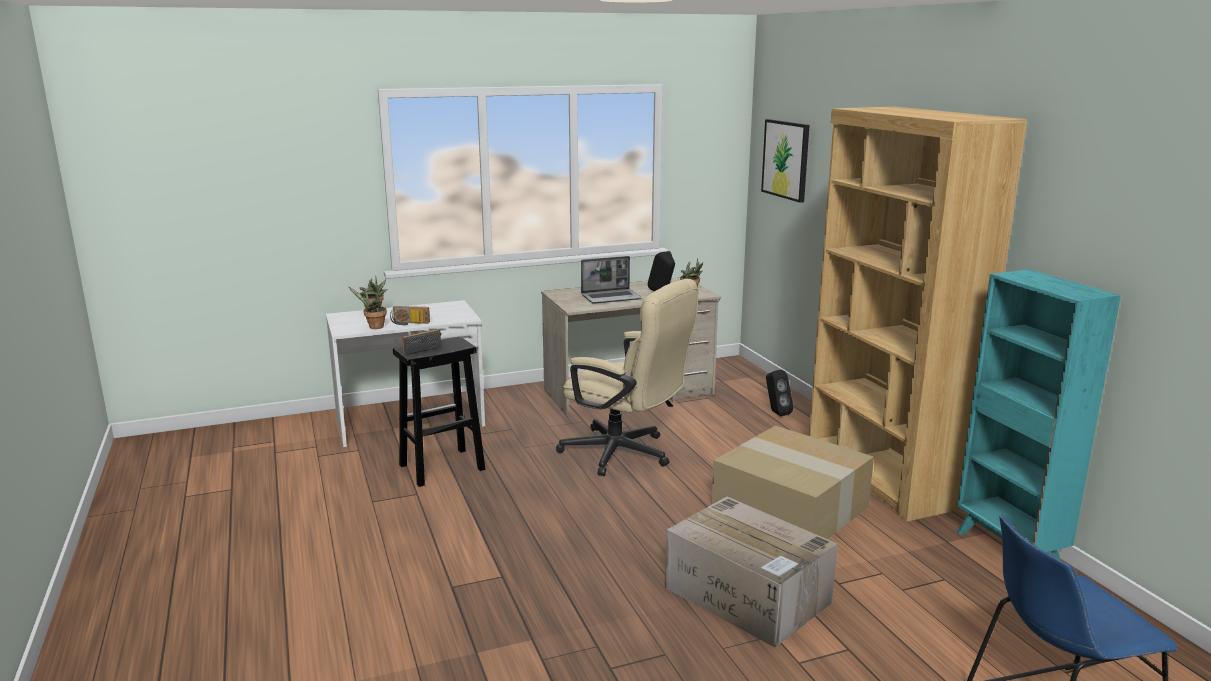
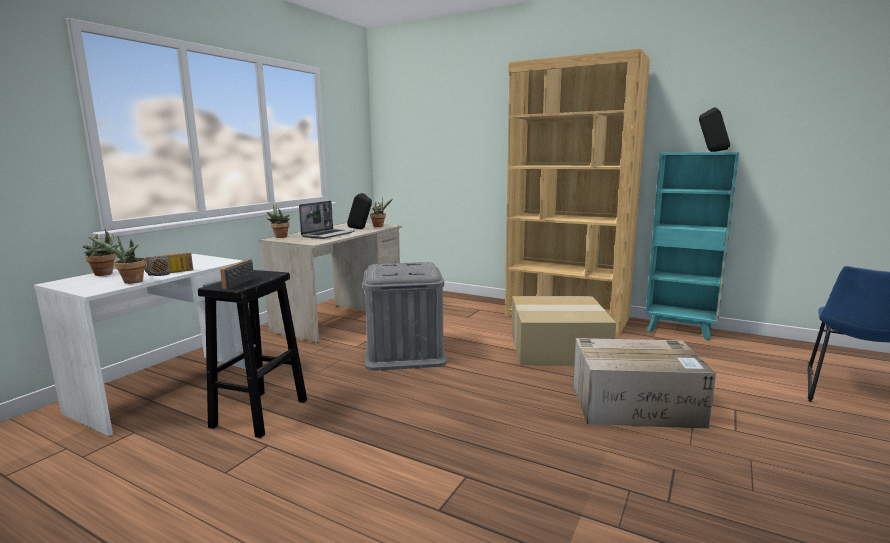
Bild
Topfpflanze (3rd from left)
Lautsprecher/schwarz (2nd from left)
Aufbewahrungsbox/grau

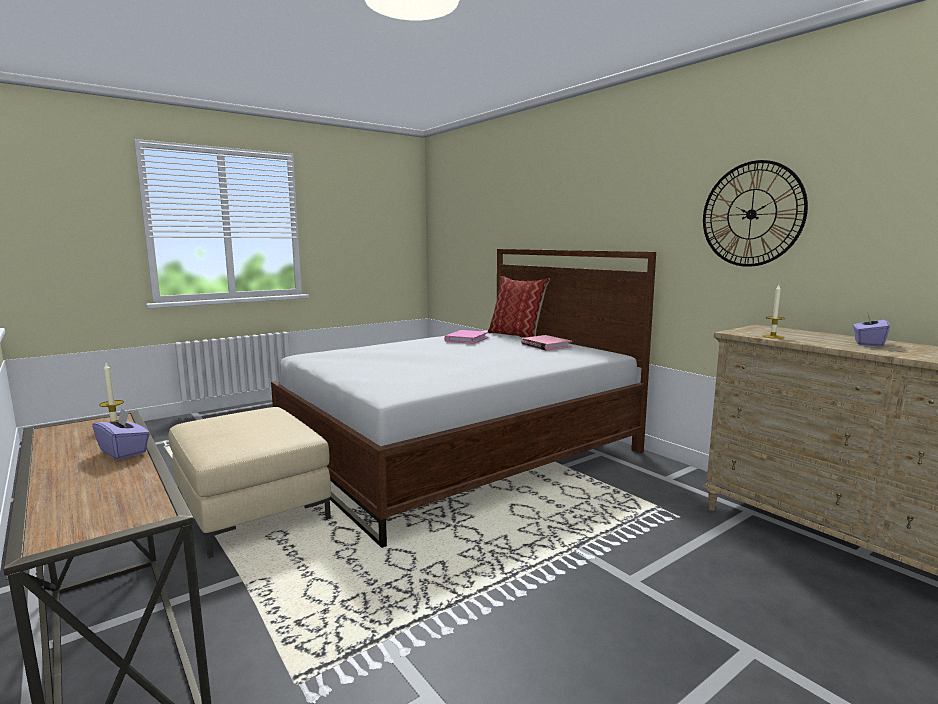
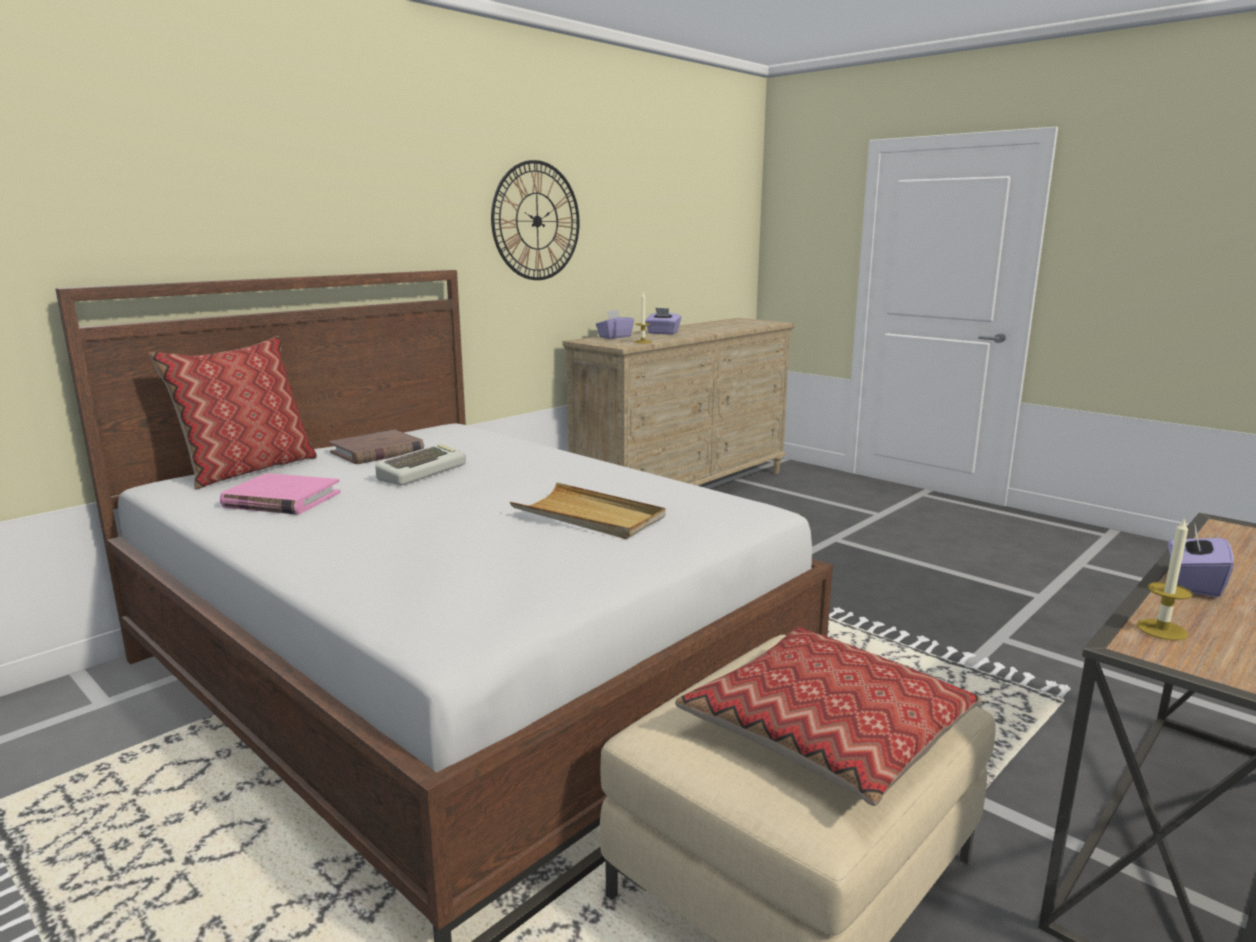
Tastatur
Tablett/beige
Taschentuchbox/lila (1st from left)
Kissen (2nd from left)
Buch/braun

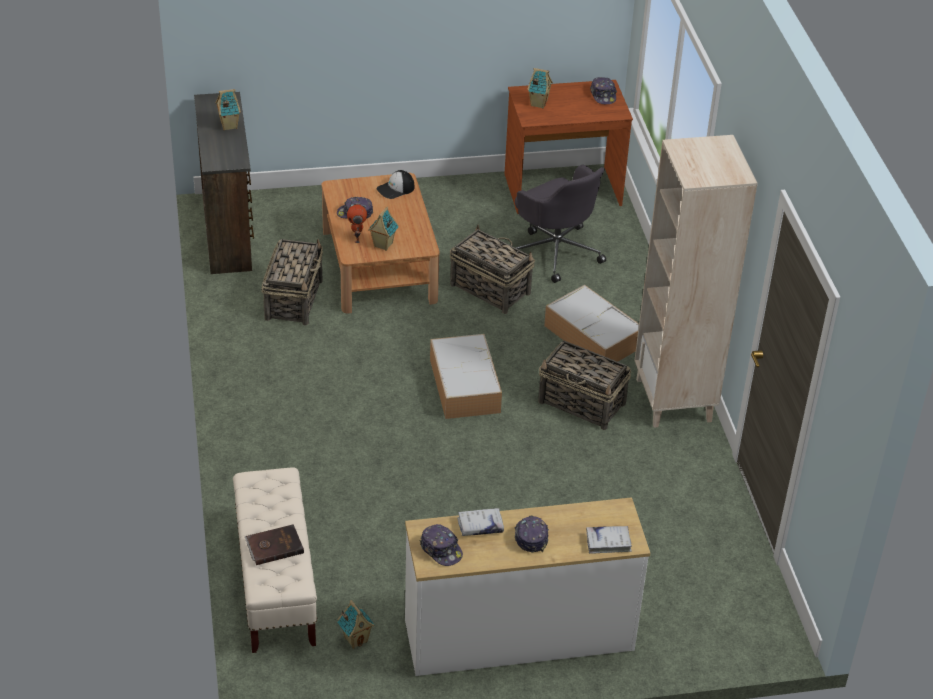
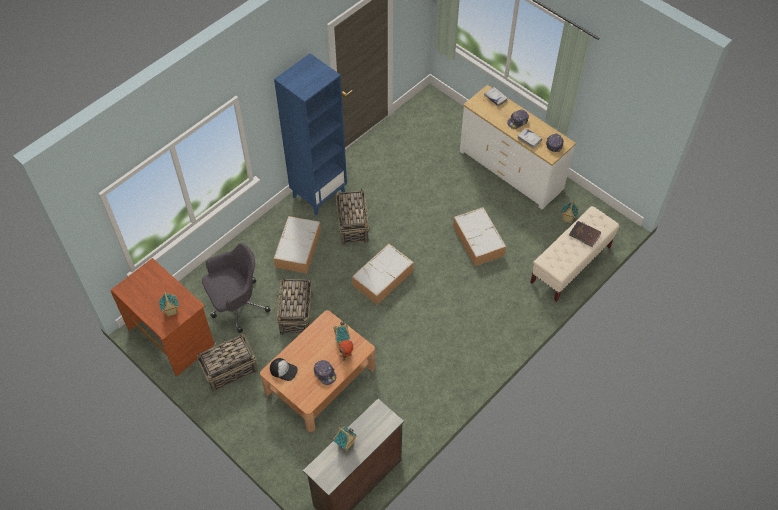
Kappe (5th from left in the first image)
Aufbewahrungsbox (3rd from left)
Korb (1st from left)
Bücherregal/blau
Bürostuhl/grau

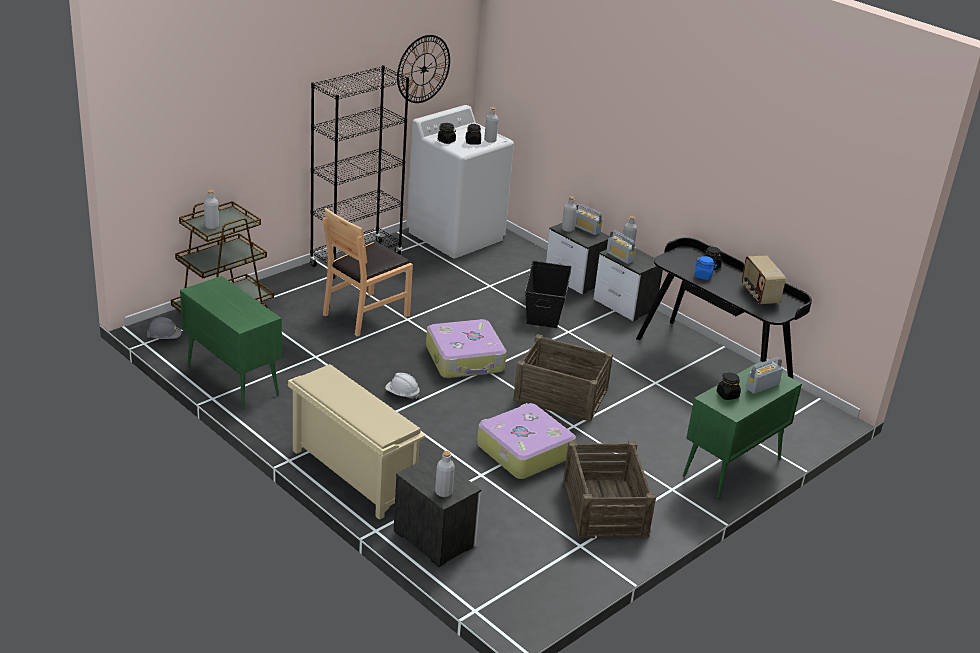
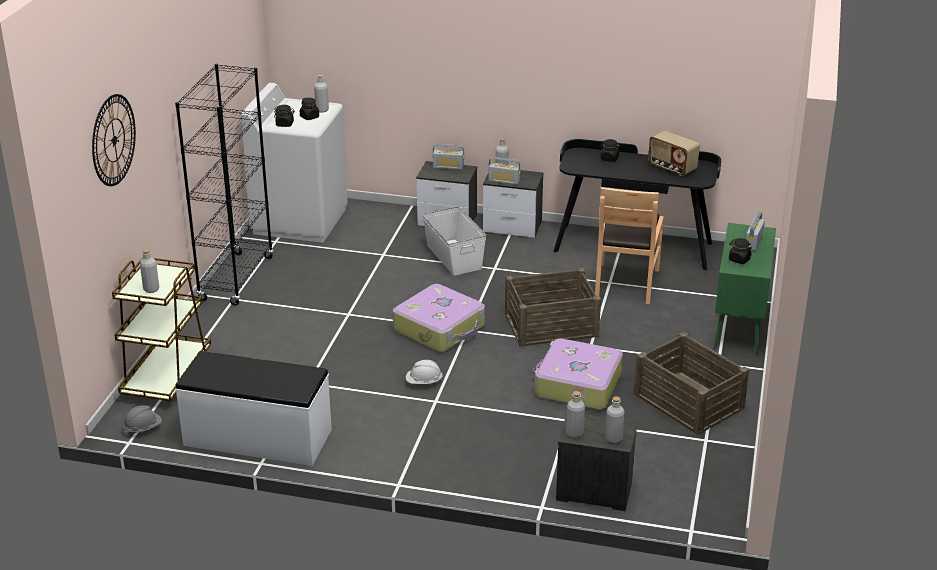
Schuhregal/beige
Vorratsglas/blau
Stuhl/braun
Wanduhr
Flasche/grau (4th from left)
Bank/weiß
Aufbewahrungsbox/weiß

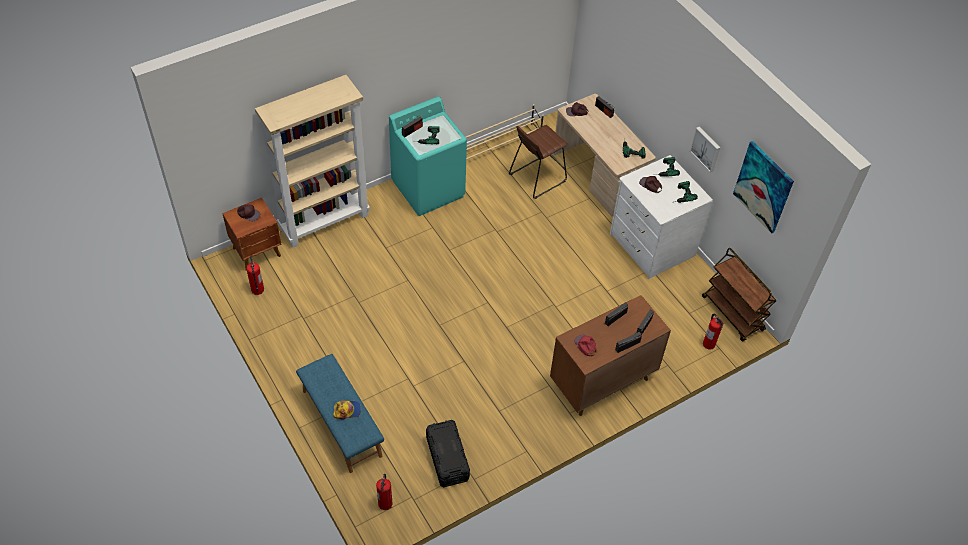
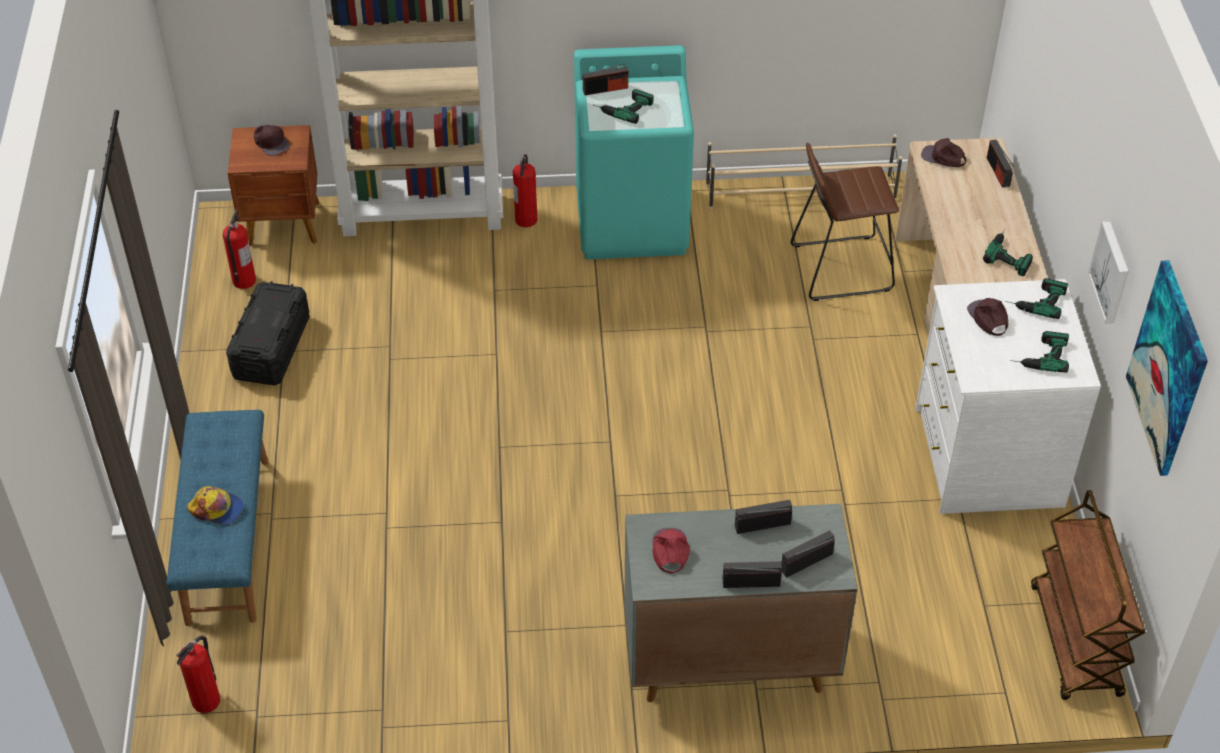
Aufbewahrungsbox/schwarz
Feuerlöscher (3rd from left)
Schrank/grau

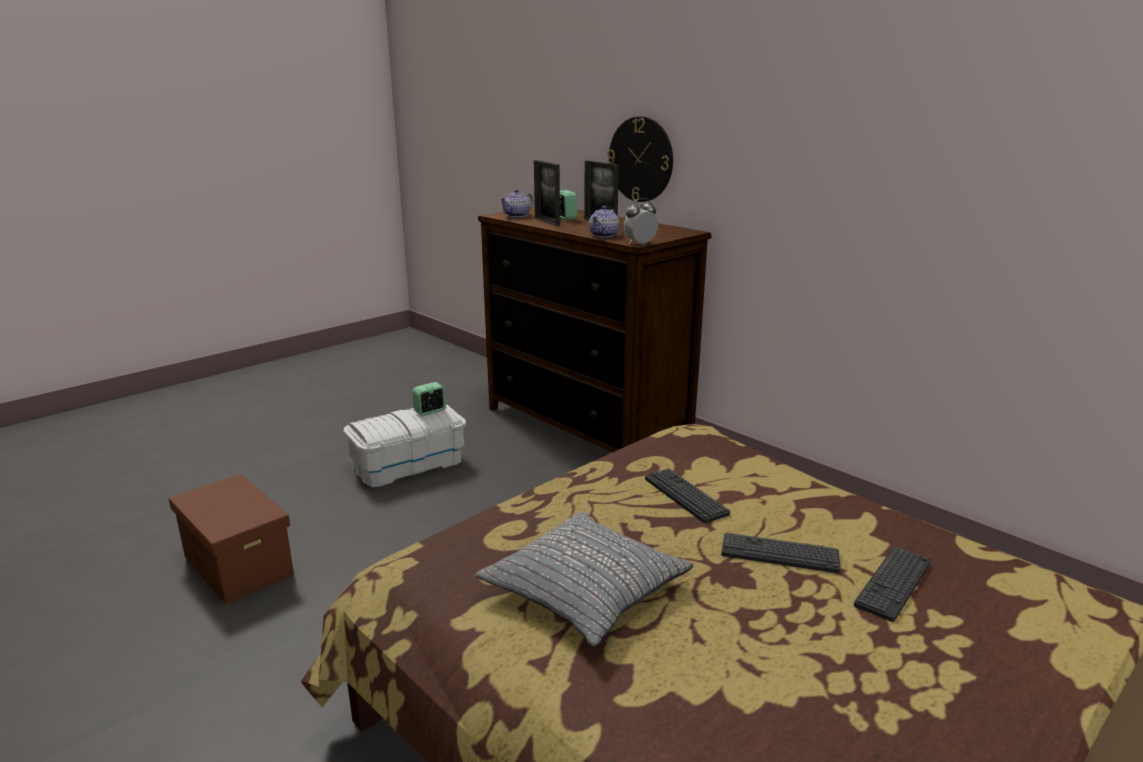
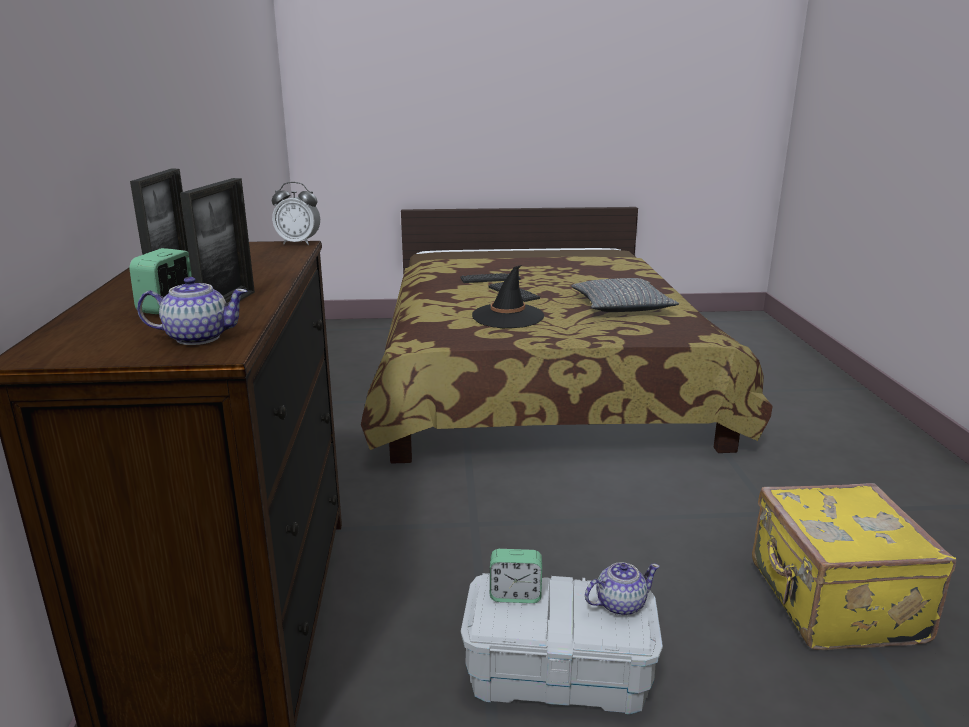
Wanduhr
Teekanne (2nd from left)
Koffer/gelb
Hut/schwarz

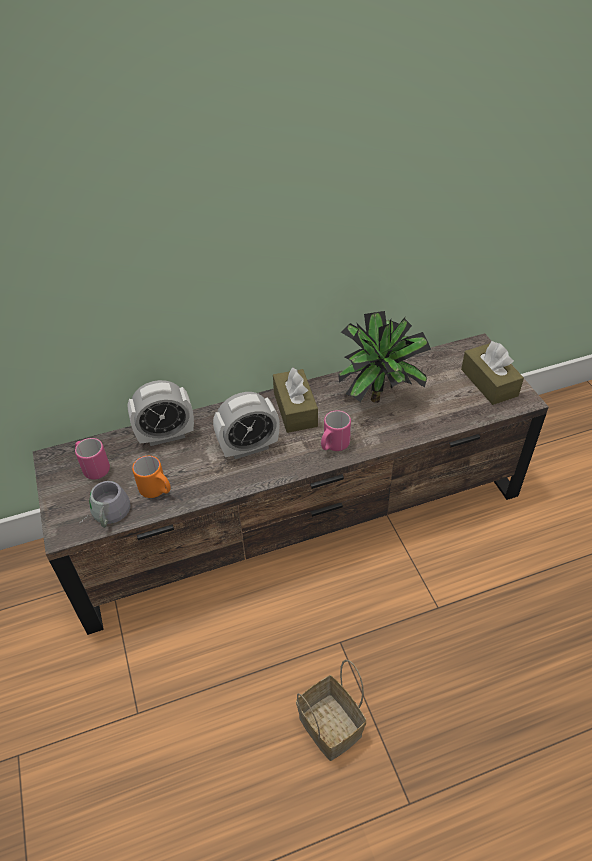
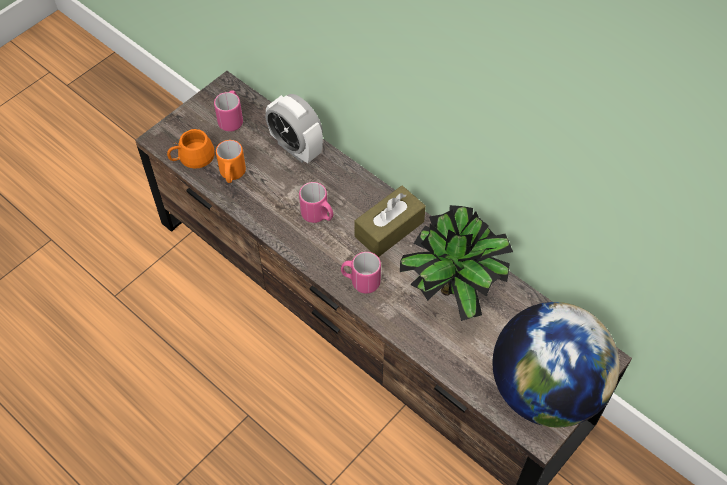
Korb
Henkelbecher/rosa (2nd from left)
Globus
Henkelbecher/orange (1st from left)

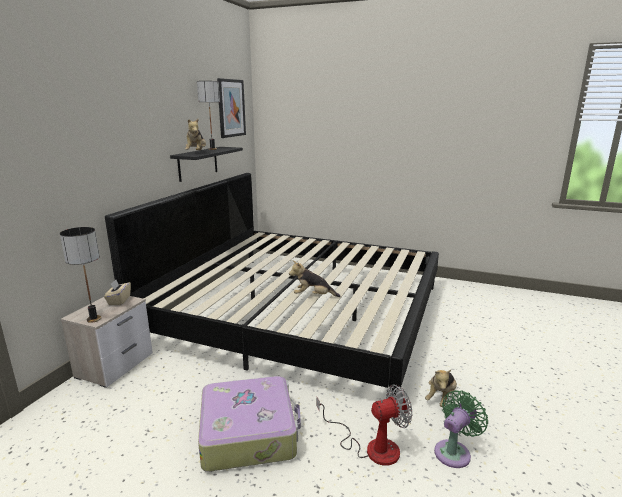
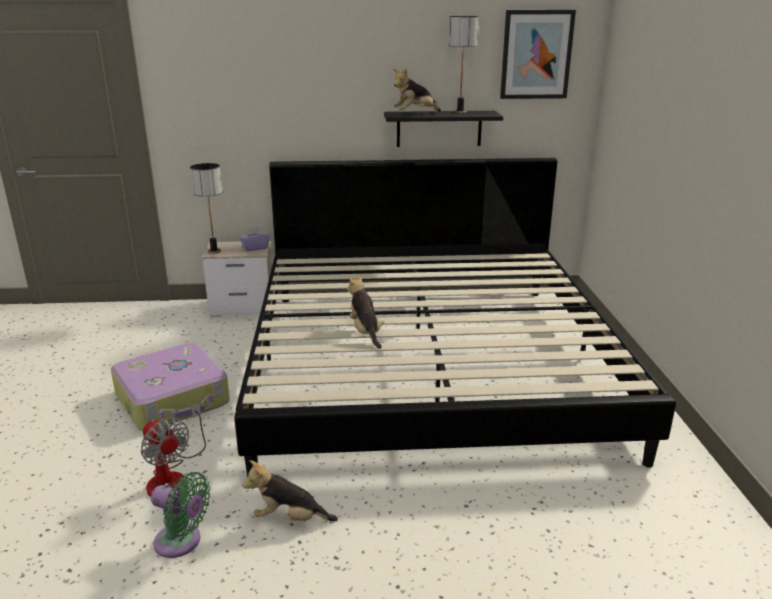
Taschentuchbox/lila

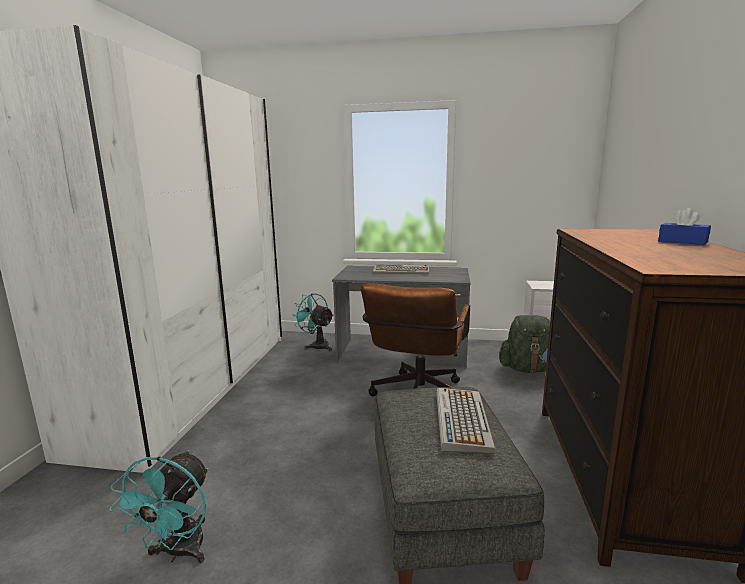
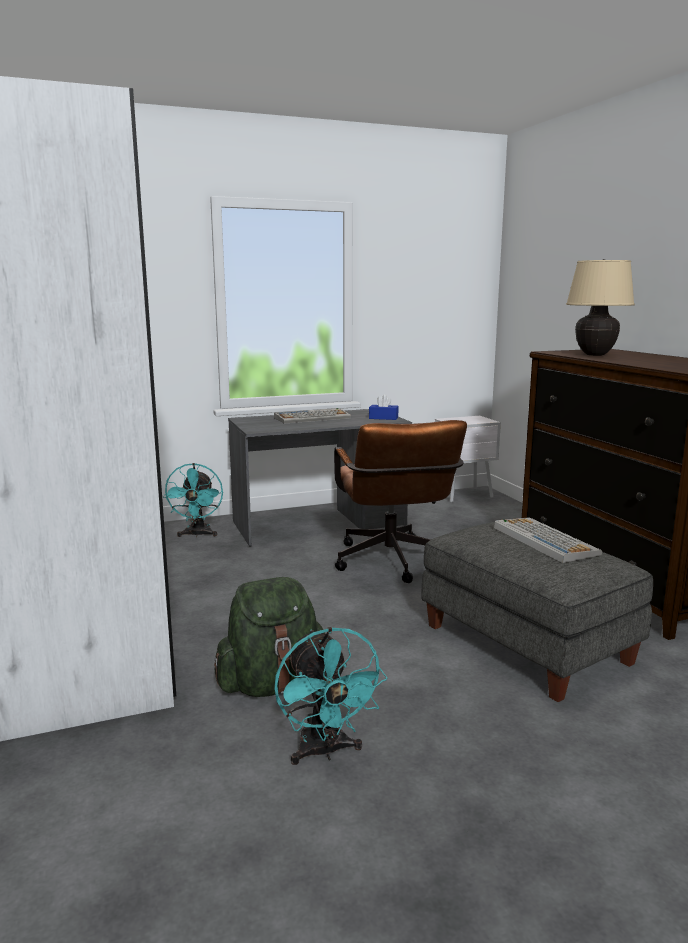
Tischlampe/beige
Rucksack/grün
Taschentuchbox/blau
Ventilator/türkis (1st from left)

